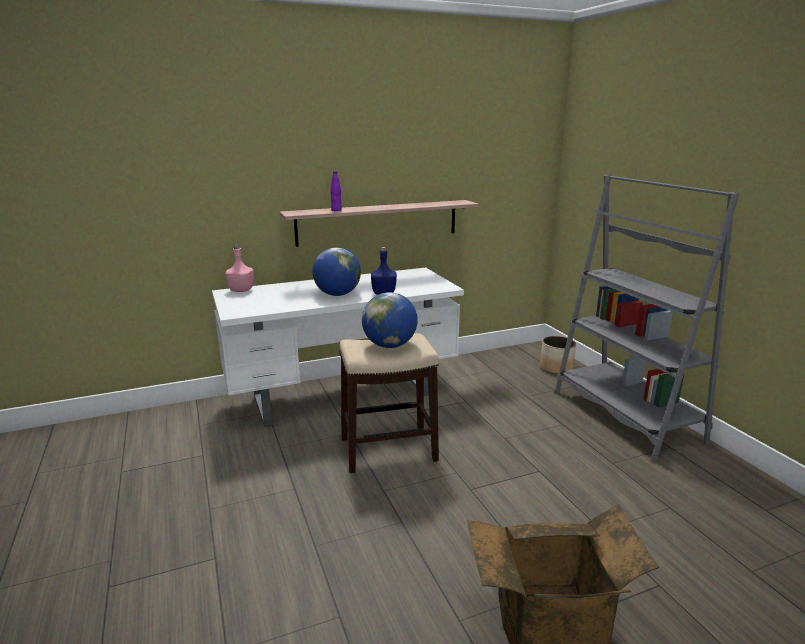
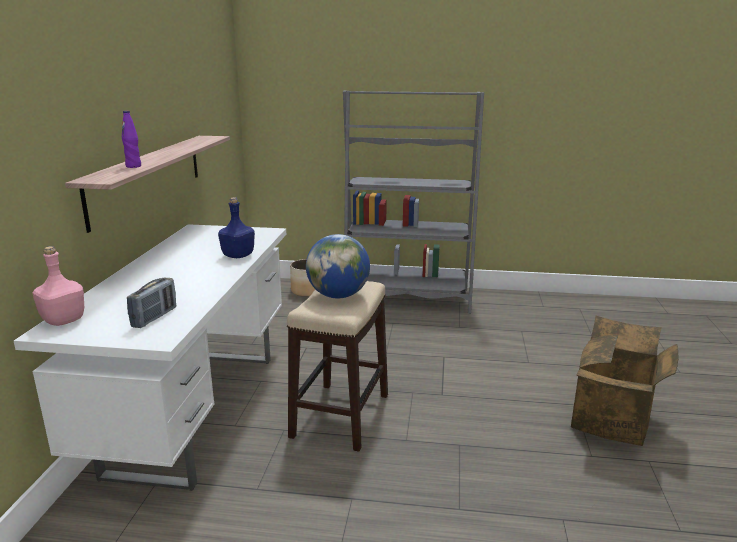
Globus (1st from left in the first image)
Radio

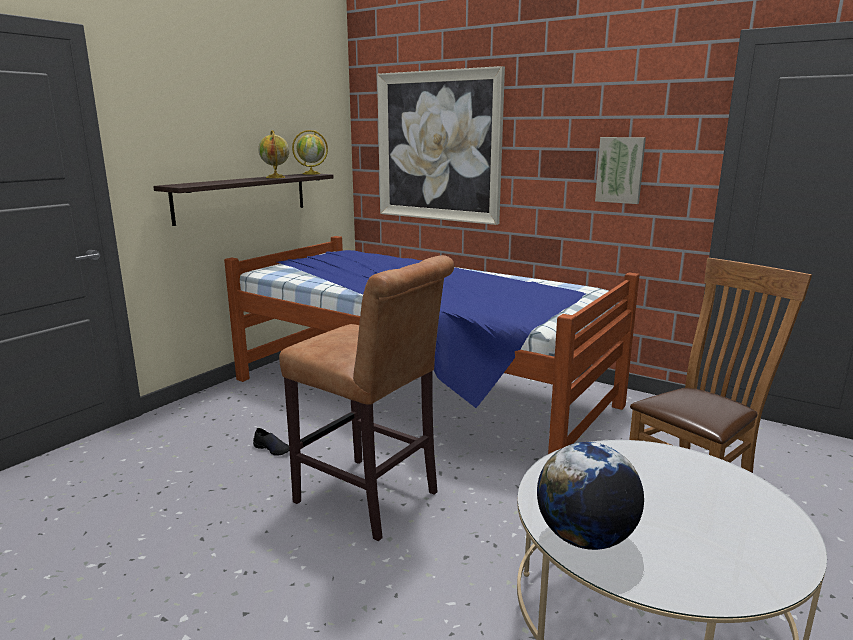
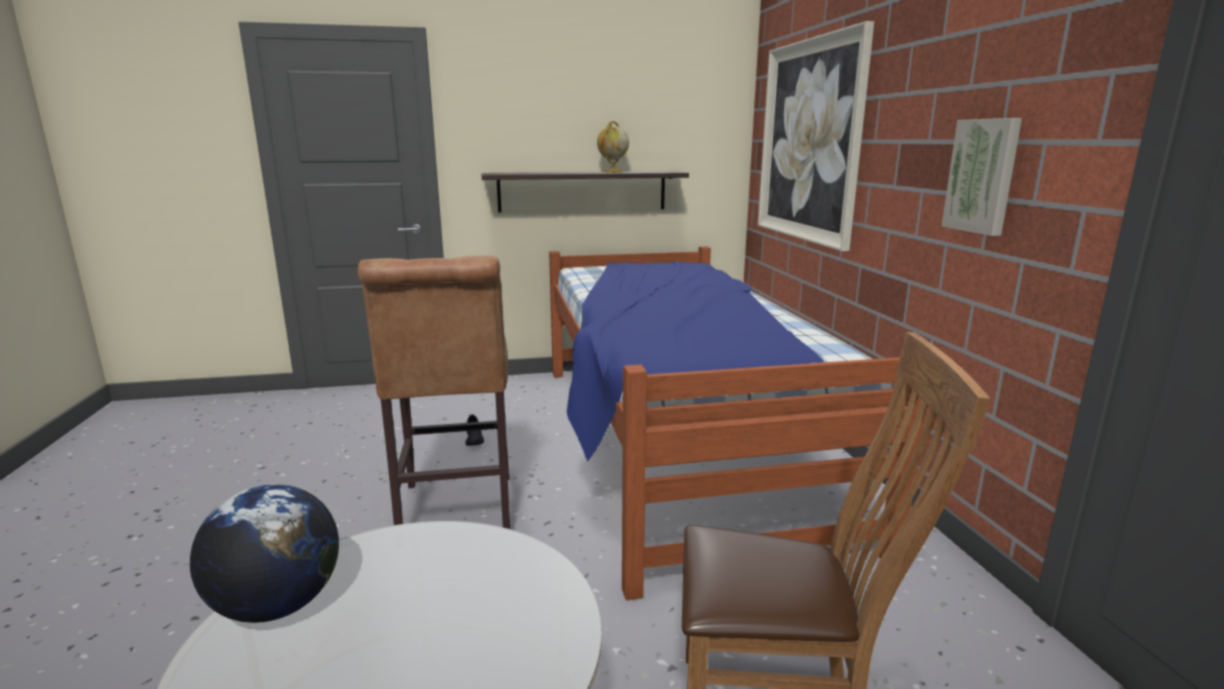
Globus (2nd from left in the first image)

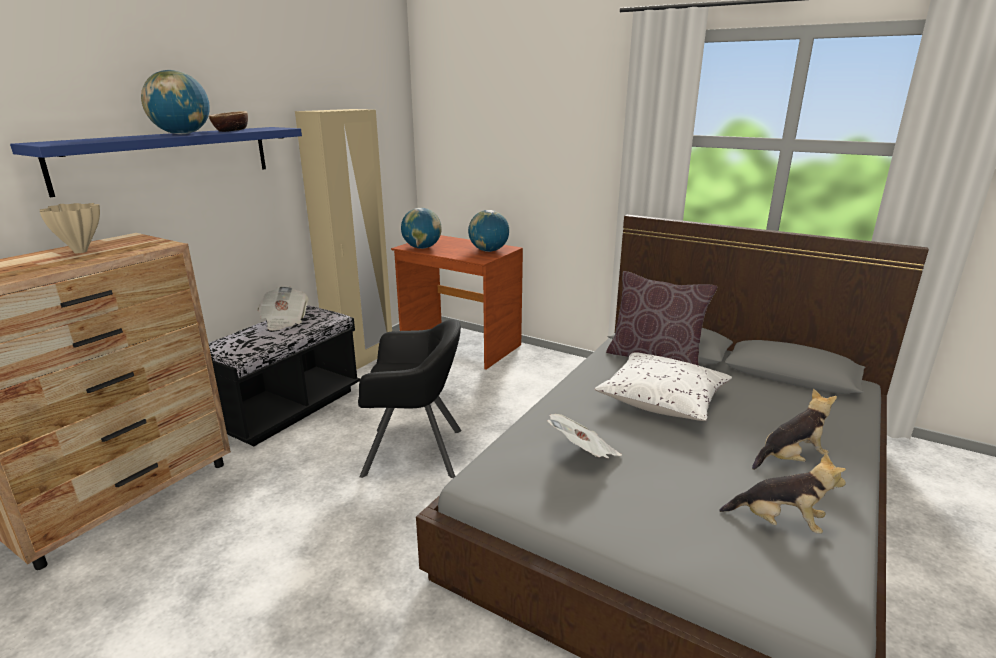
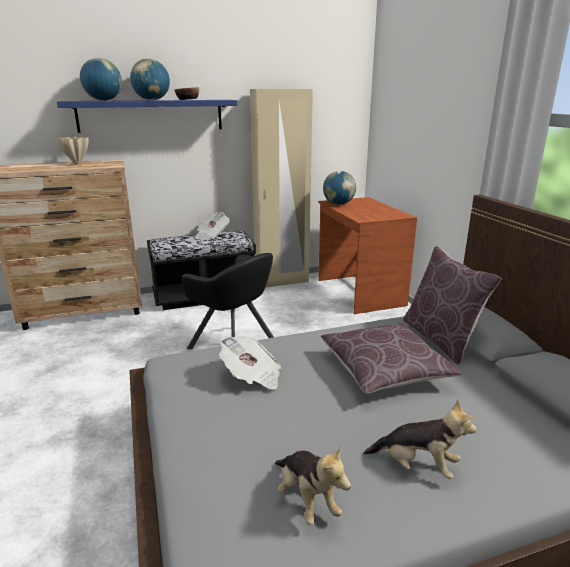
Globus (1st from left)
Kissen/braun (1st from left)

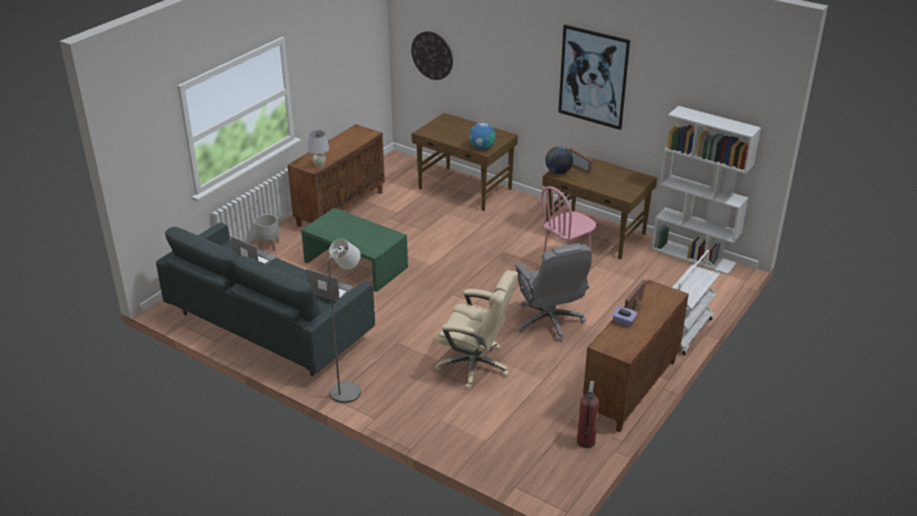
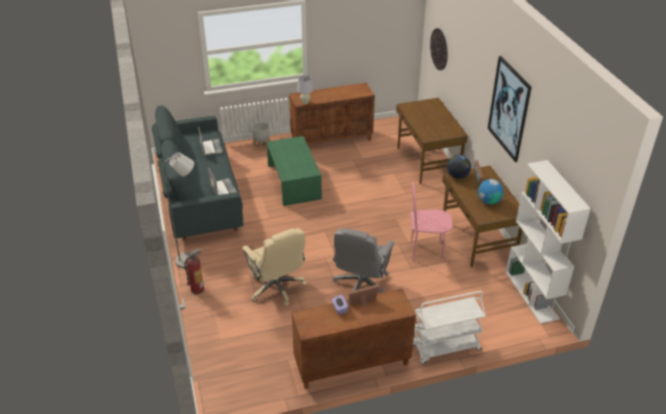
Globus (2nd from left)
Feuerlöscher

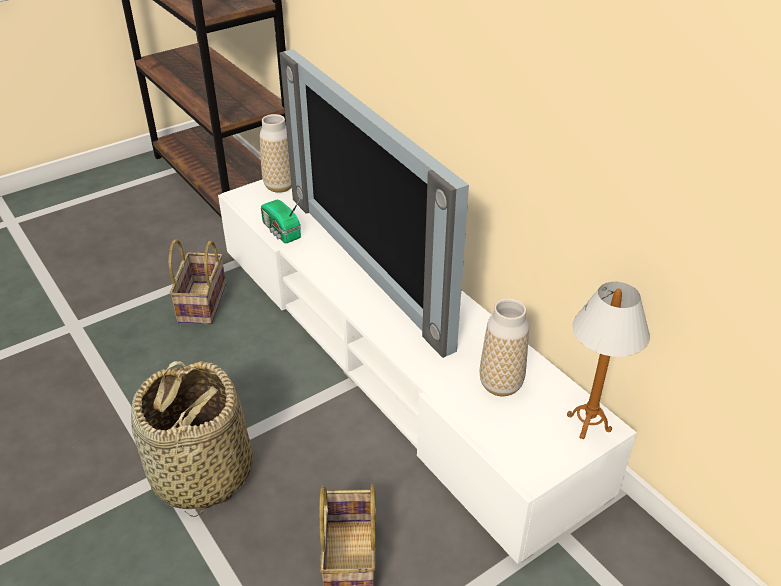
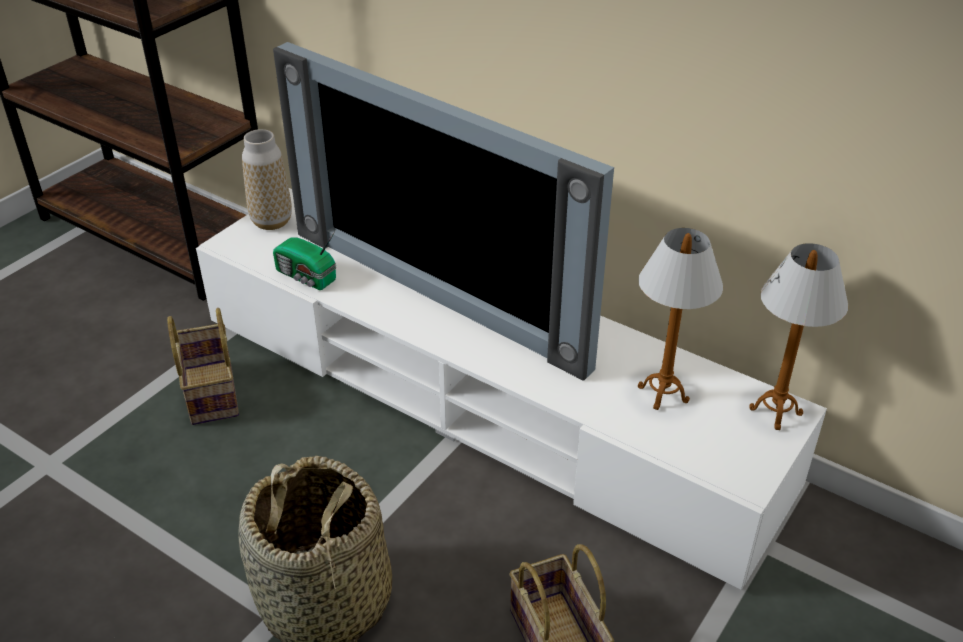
Tischlampe (1st from left)

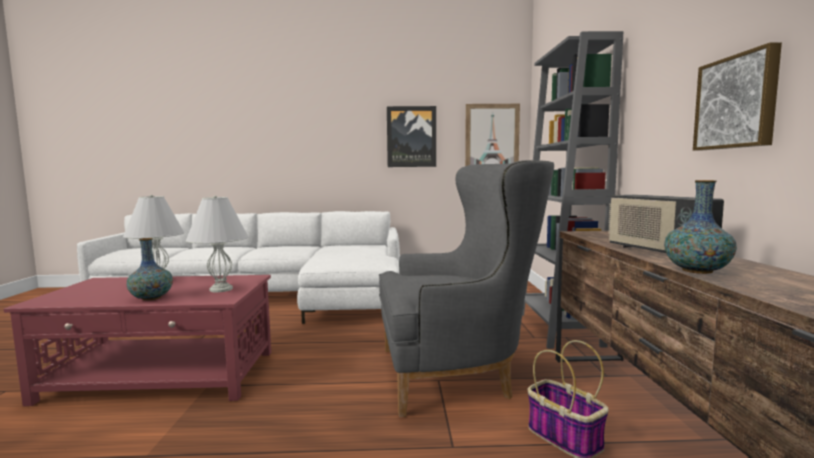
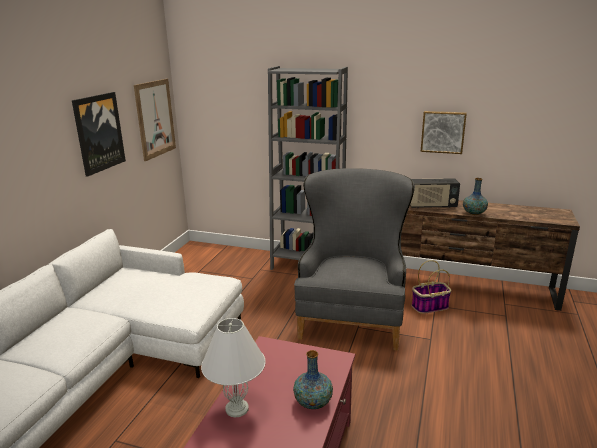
Tischlampe/weiß (2nd from left in the first image)

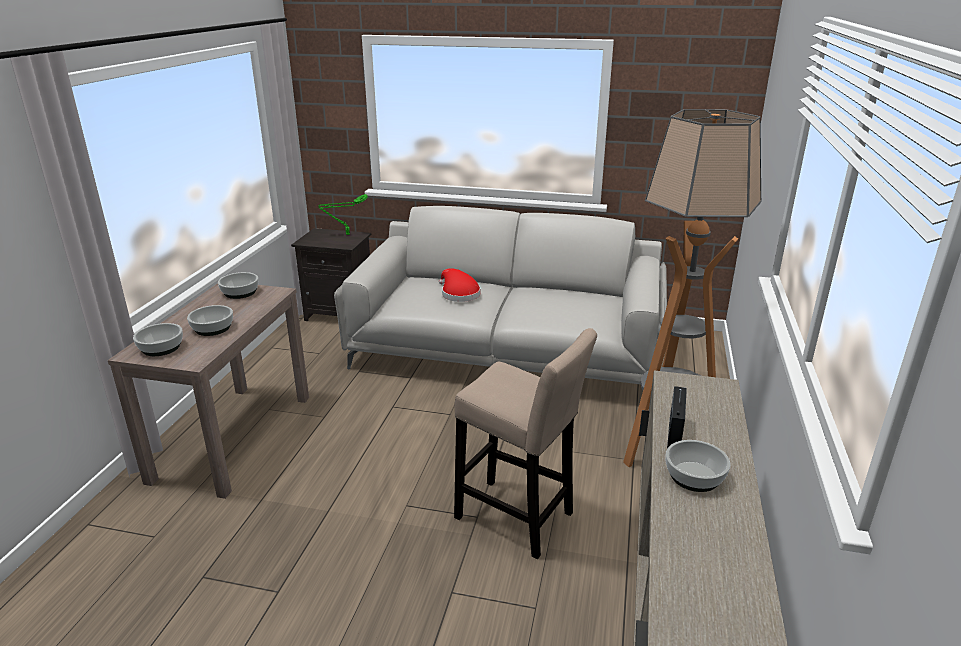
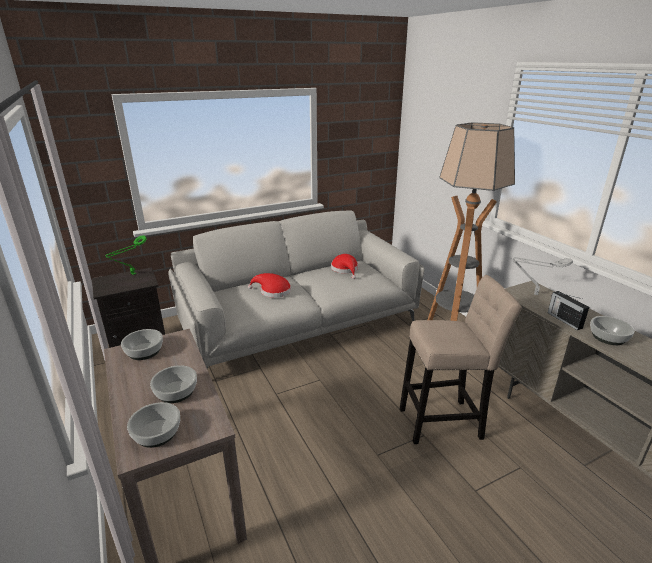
Hut/rot (2nd from left)
Tischlampe/grau

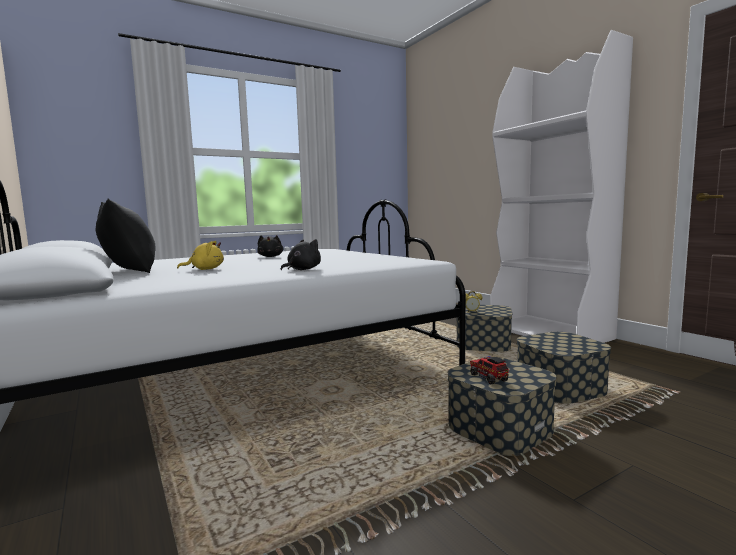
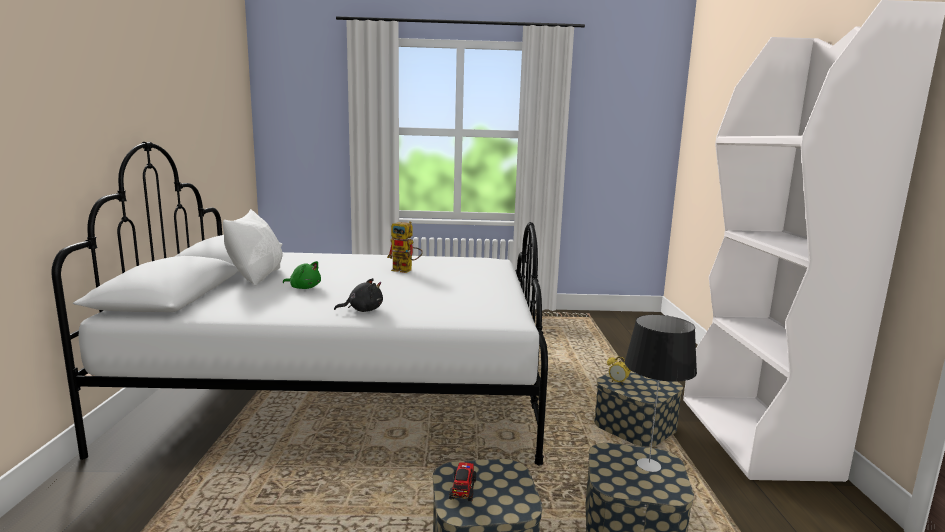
Tischlampe
Spielzeugroboter
Kissen/weiß
Plüschtier/grün

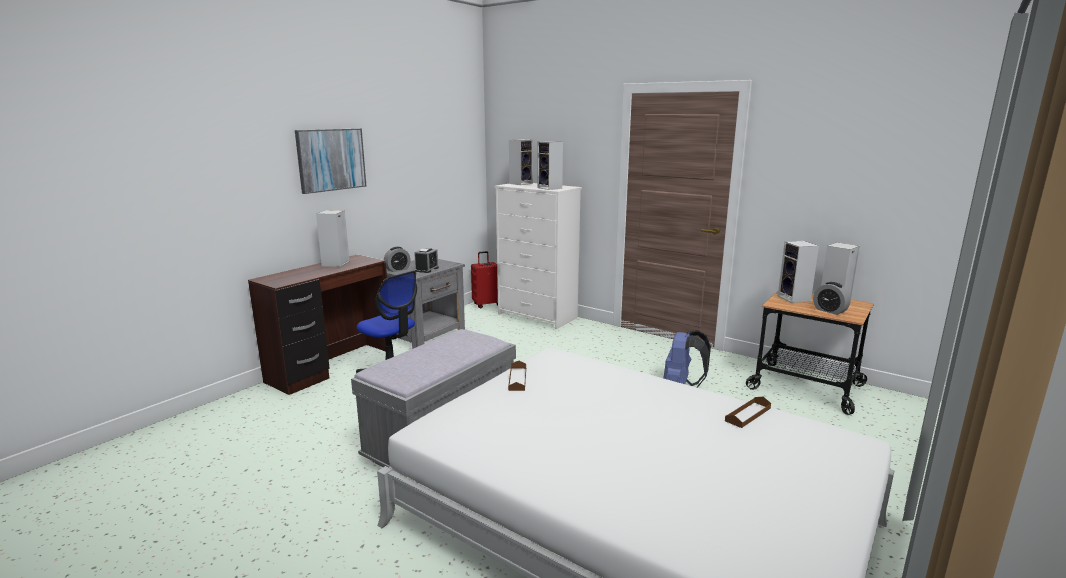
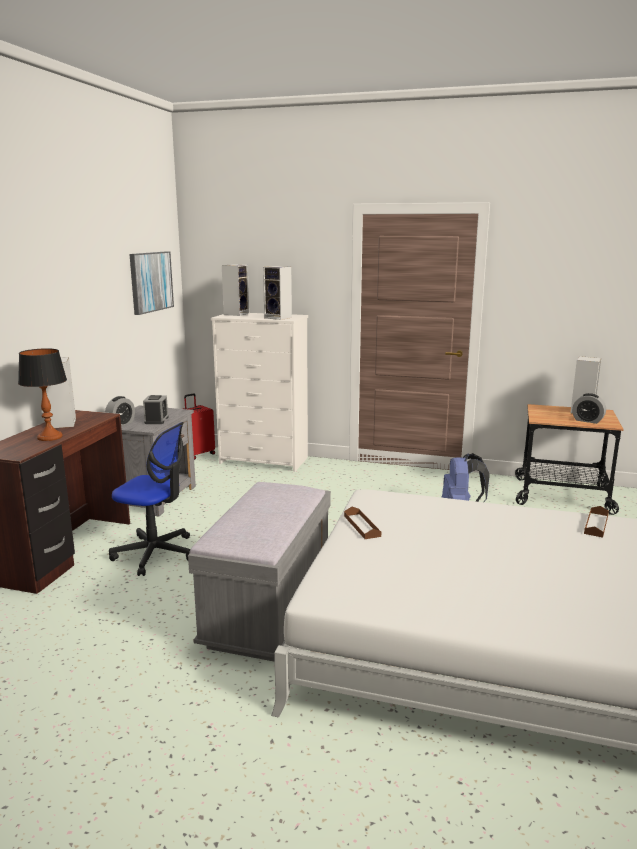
Lautsprecher (4th from left in the first image)
Tischlampe
Bild

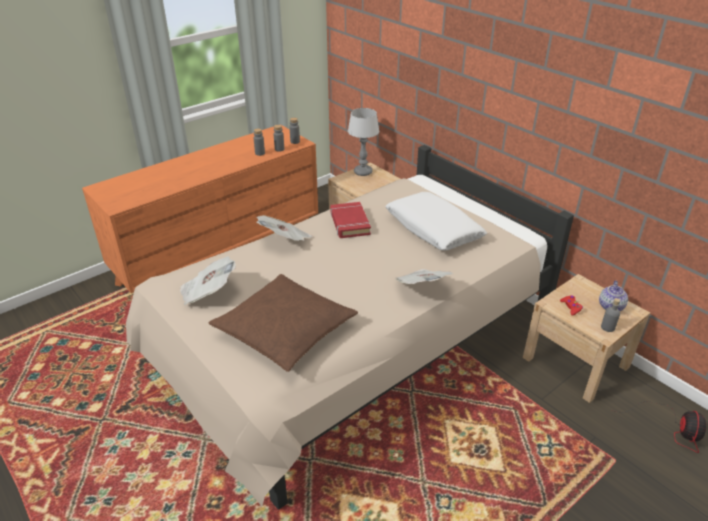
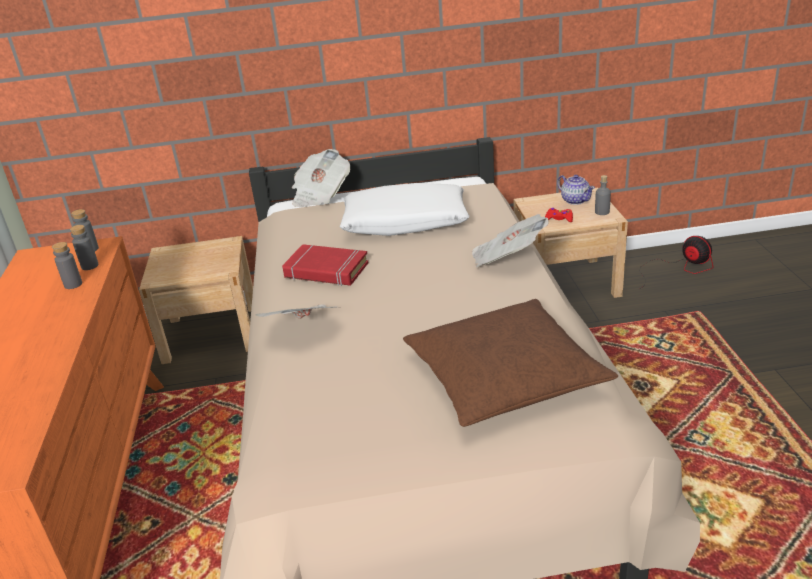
Tischlampe
Zeitung (2nd from left)

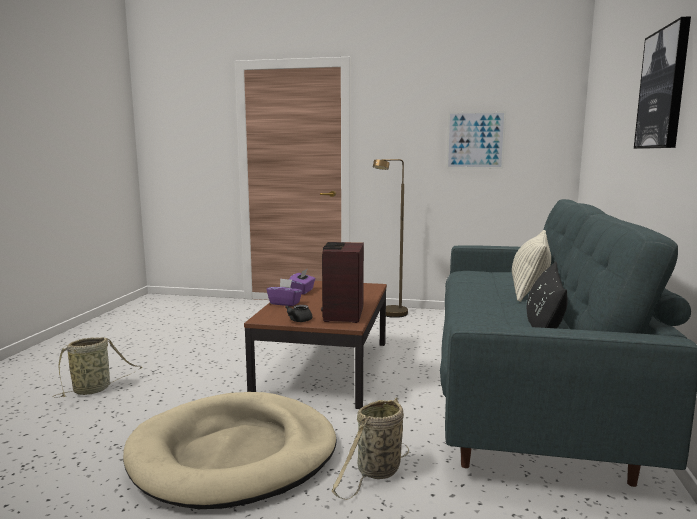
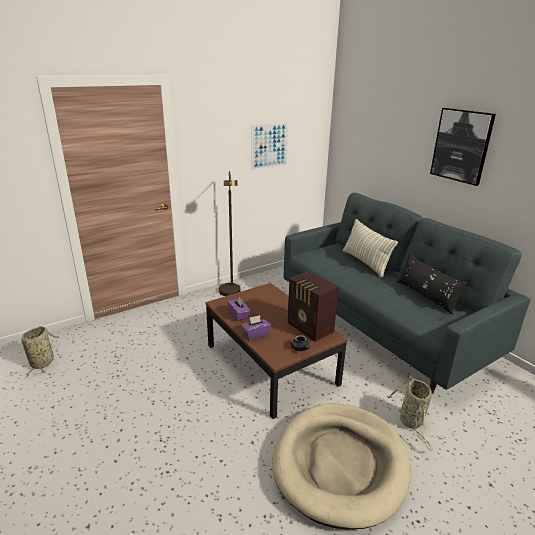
Korb (1st from left)

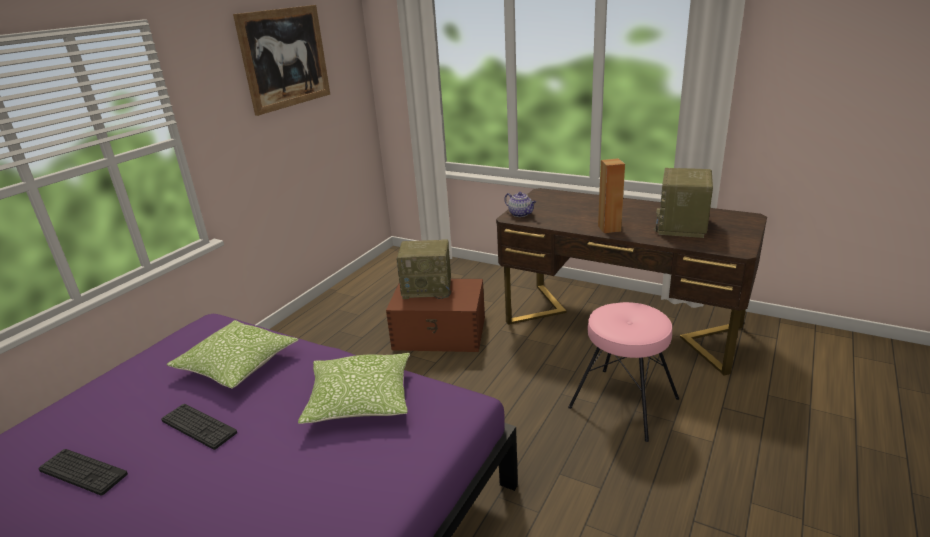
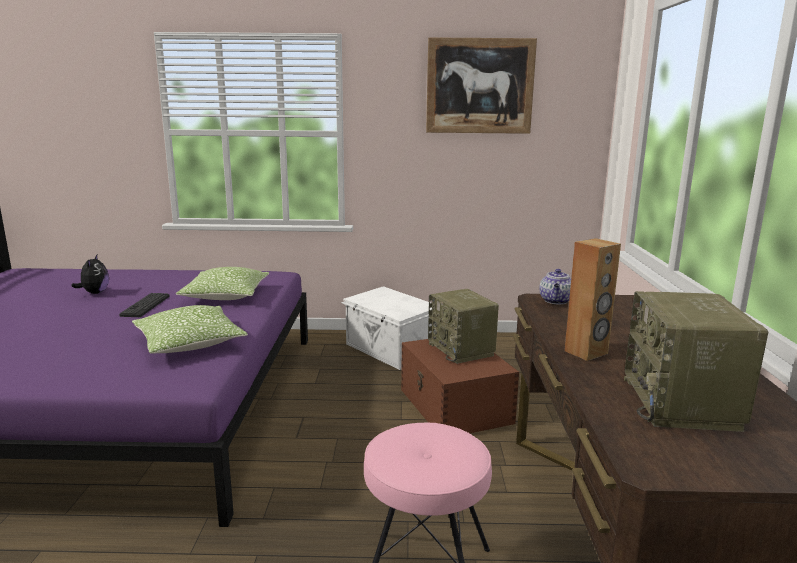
Aufbewahrungsbox/weiß
Plüschtier
Radio (2nd from left)

